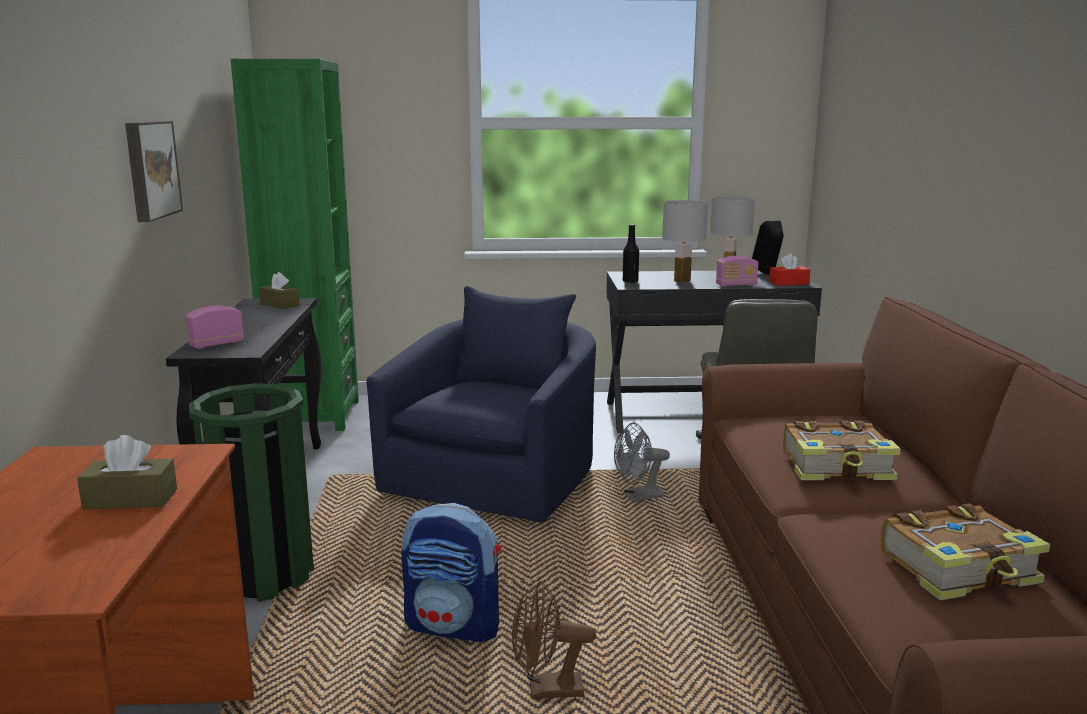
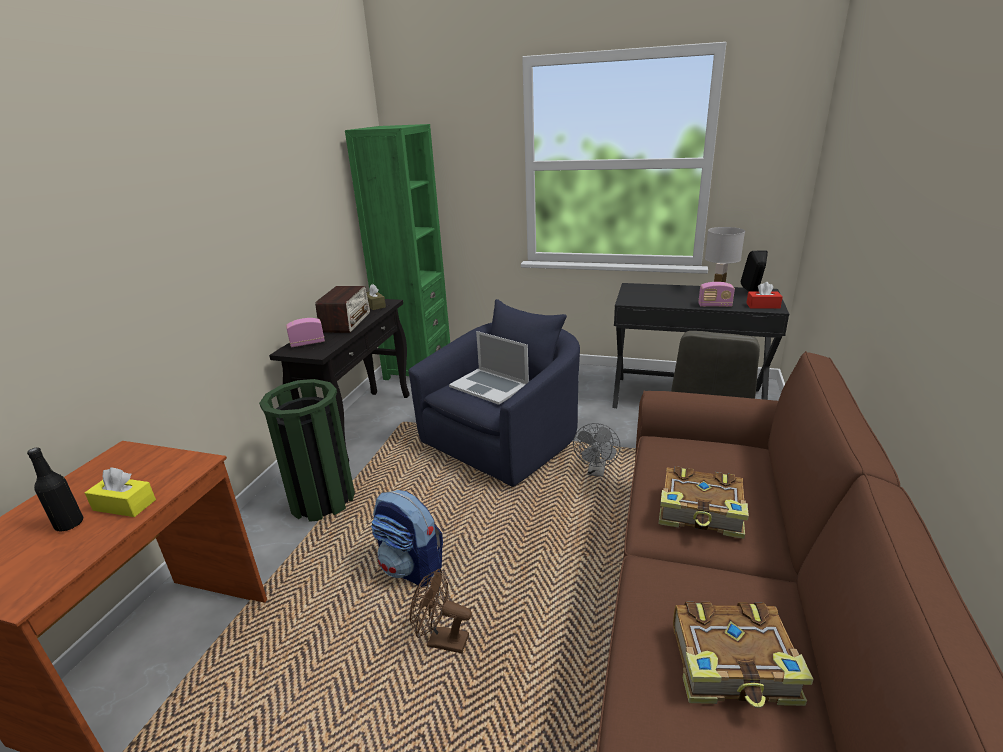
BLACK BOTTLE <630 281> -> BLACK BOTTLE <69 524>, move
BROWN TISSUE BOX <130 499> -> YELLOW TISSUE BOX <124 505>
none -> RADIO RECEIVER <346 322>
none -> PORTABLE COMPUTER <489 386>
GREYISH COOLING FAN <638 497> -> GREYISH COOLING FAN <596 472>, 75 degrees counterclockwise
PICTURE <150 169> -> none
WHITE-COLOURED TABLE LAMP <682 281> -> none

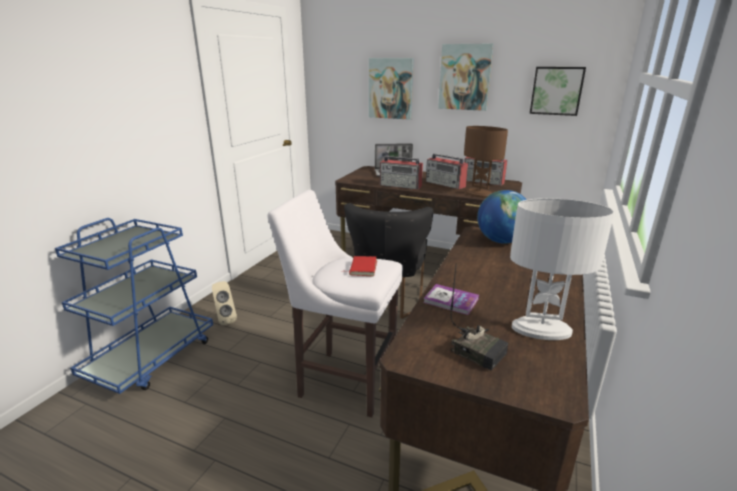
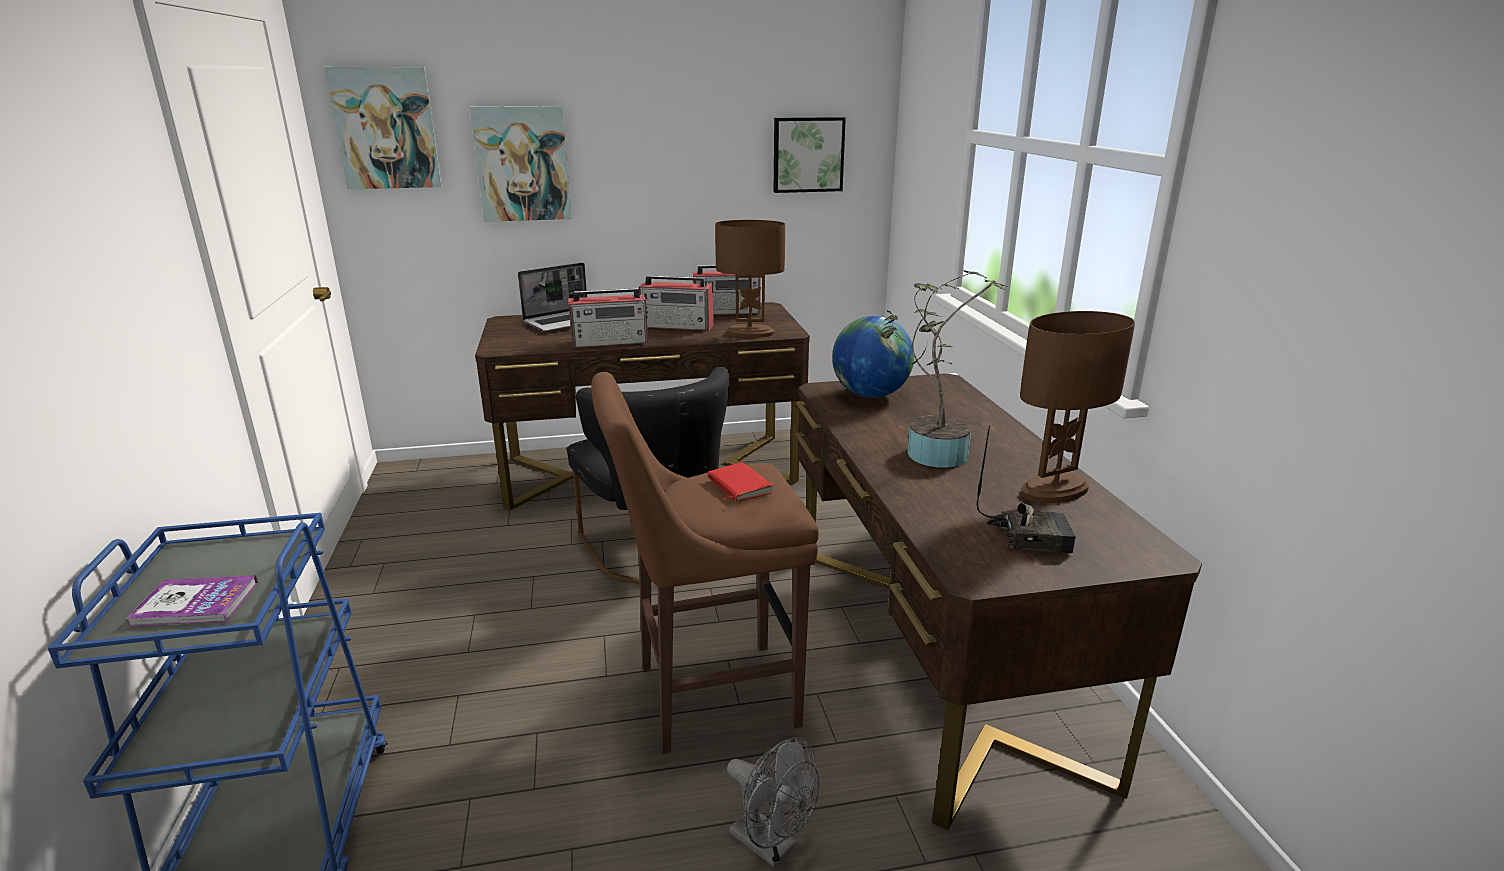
BOOK <451 300> -> BOOK <195 603>, move
PICTURE <465 77> -> PICTURE <386 128>, move
WHITE-COLOURED SITTING STOOL <343 380> -> BROWN SITTING STOOL <708 696>
none -> GREYISH COOLING FAN <771 845>
none -> POTTED PLANT <929 453>
WHITE-COLOURED TABLE LAMP <541 329> -> BROWN TABLE LAMP <1054 490>
BEIGE SPEAKER <225 320> -> none

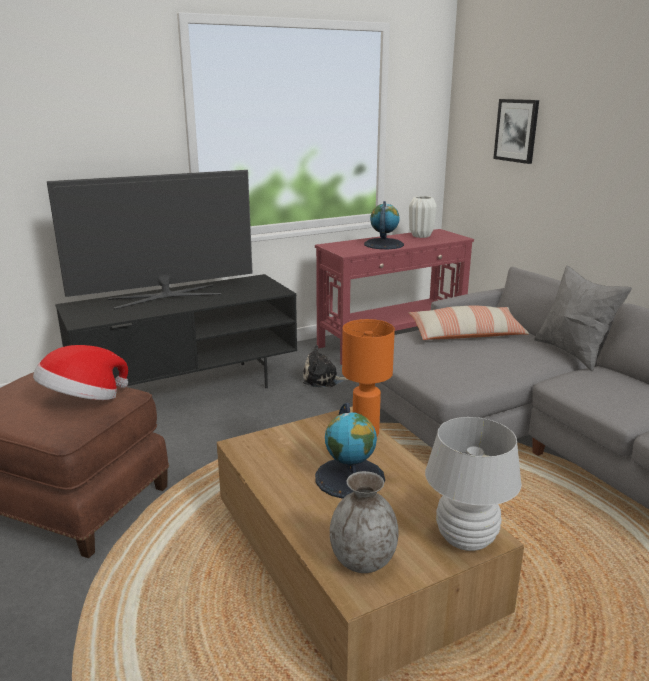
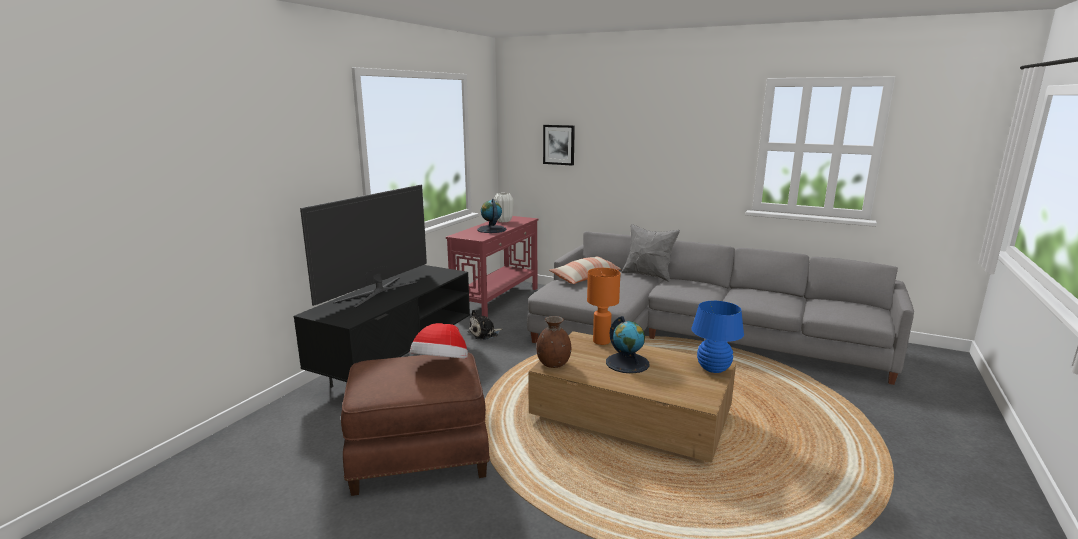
none -> BROWN FLOWER VASE <553 364>
WHITE-COLOURED TABLE LAMP <465 539> -> BLUE TABLE LAMP <713 369>
GREYISH FLOWER VASE <363 561> -> none

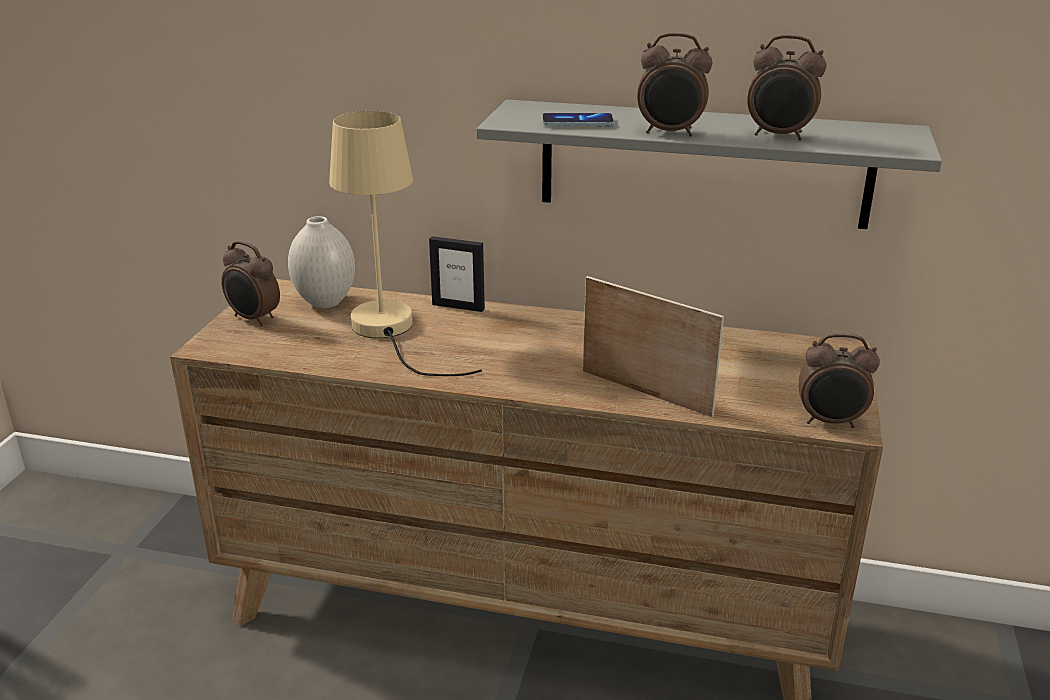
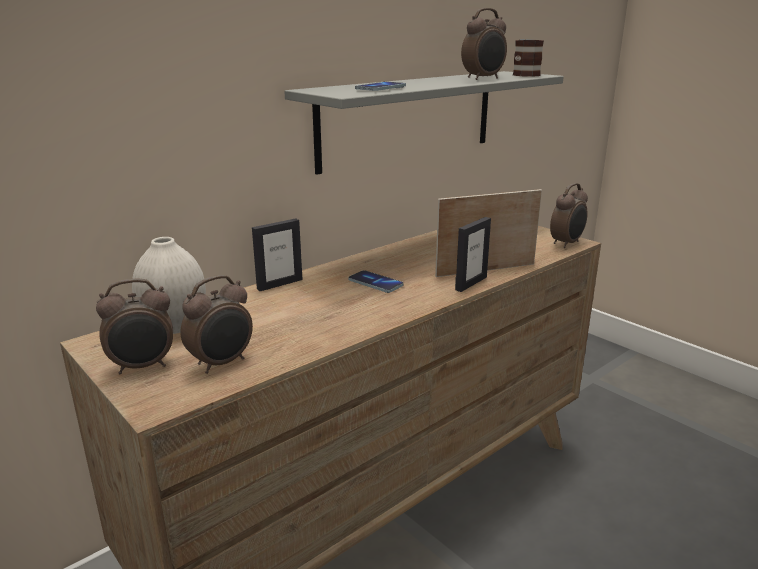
BEDSIDE CLOCK <670 133> -> BEDSIDE CLOCK <222 363>, move
none -> TELEPHONE <375 283>
none -> PICTURE FRAME <471 283>
none -> COFFEE MUG <524 74>
BEIGE TABLE LAMP <390 332> -> none

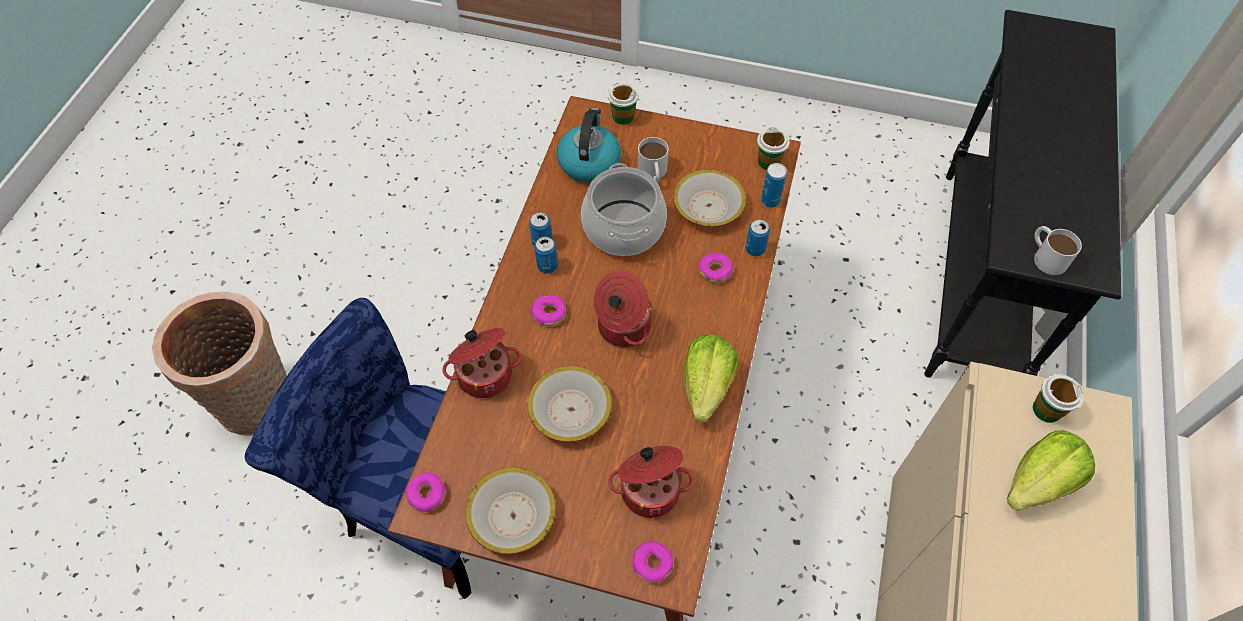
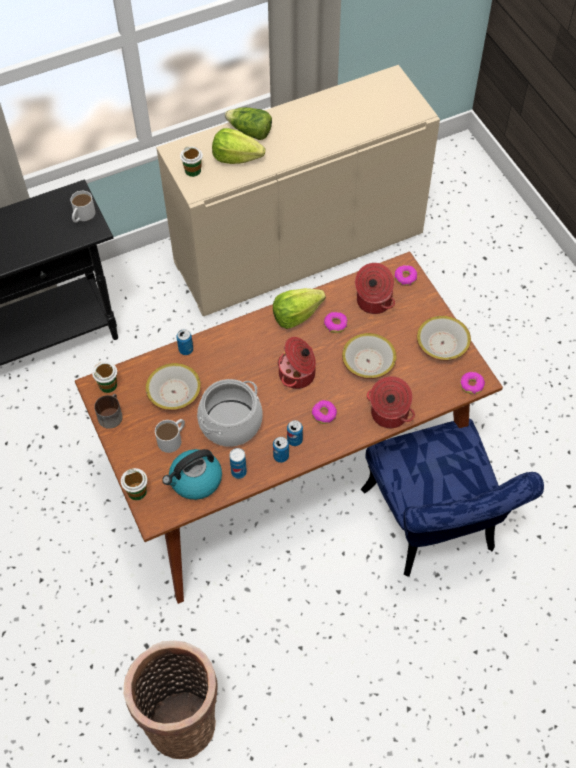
none -> COFFEE MUG <110 414>
BASKET <260 404> -> BASKET <181 719>, move
none -> HEAD OF LETTUCE <250 132>
SEALED CAN <770 201> -> SEALED CAN <239 472>, move
DOUGHNUT <715 271> -> DOUGHNUT <335 324>, move

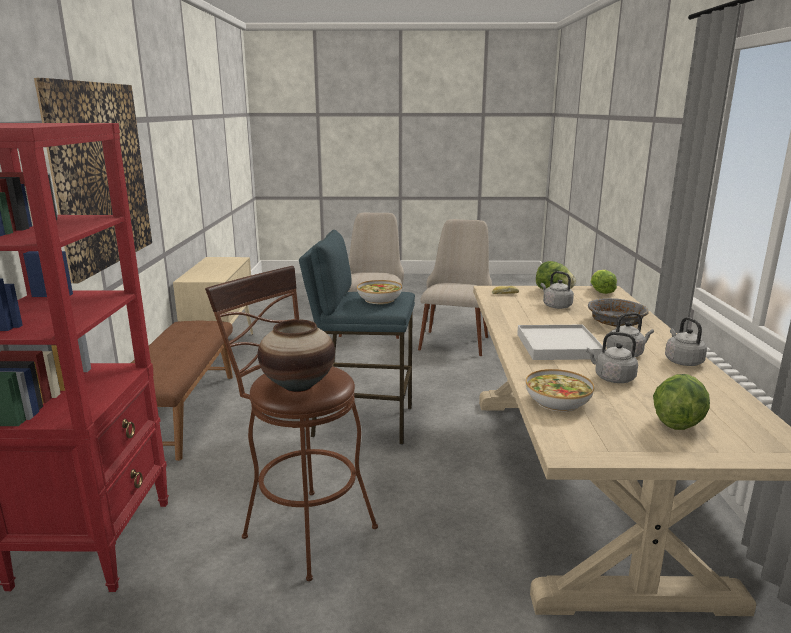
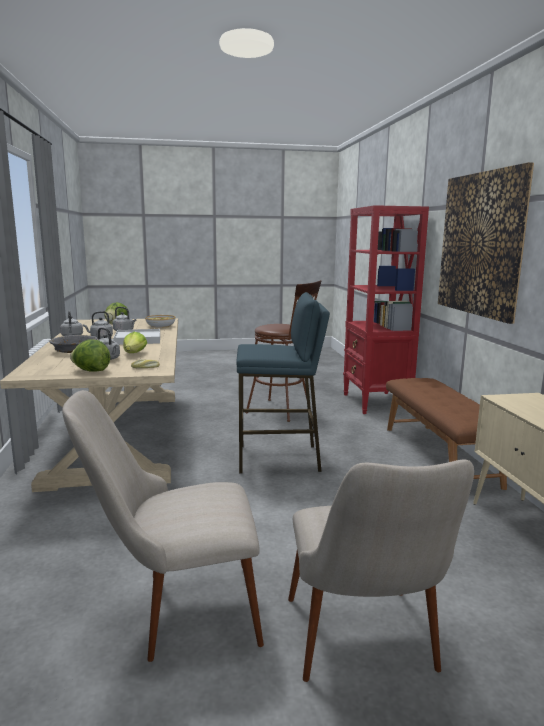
BEIGE UPRIGHT CHAIR <456 338> -> BEIGE UPRIGHT CHAIR <176 610>, 75 degrees clockwise
HEAD OF LETTUCE <601 290> -> HEAD OF LETTUCE <134 354>, move
FLOWER VASE <298 386> -> none
SERVING BOWL <380 299> -> none

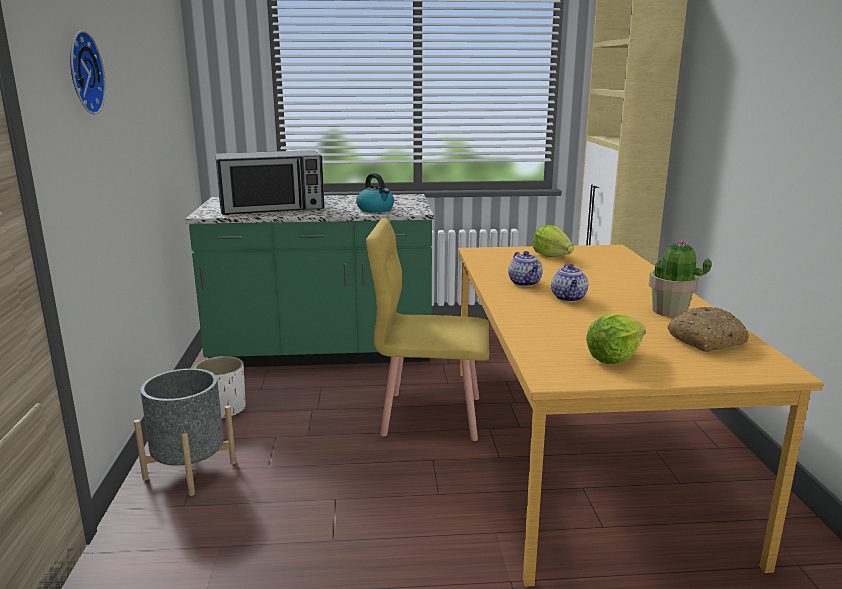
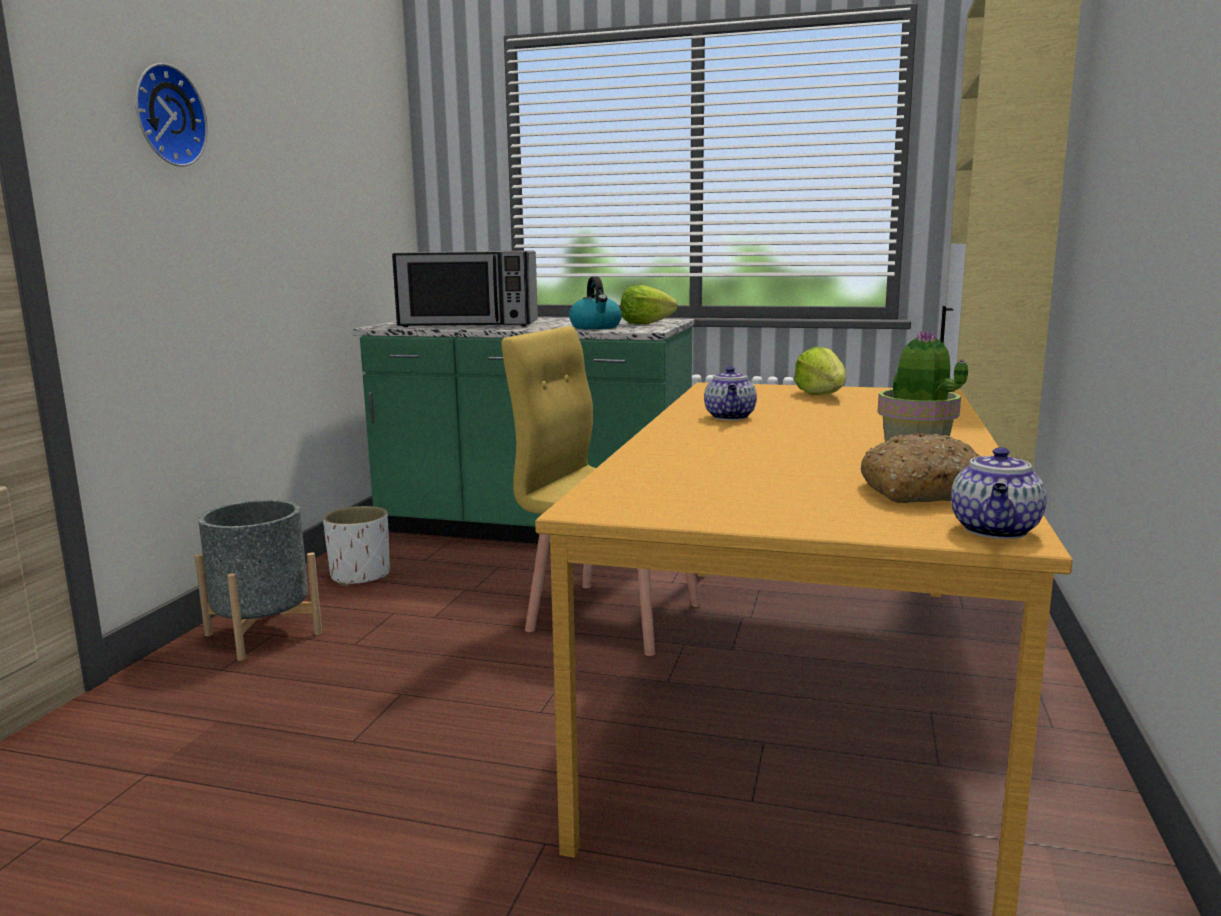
HEAD OF LETTUCE <614 358> -> HEAD OF LETTUCE <645 323>, move
POT FOR TEA <569 298> -> POT FOR TEA <996 531>, move

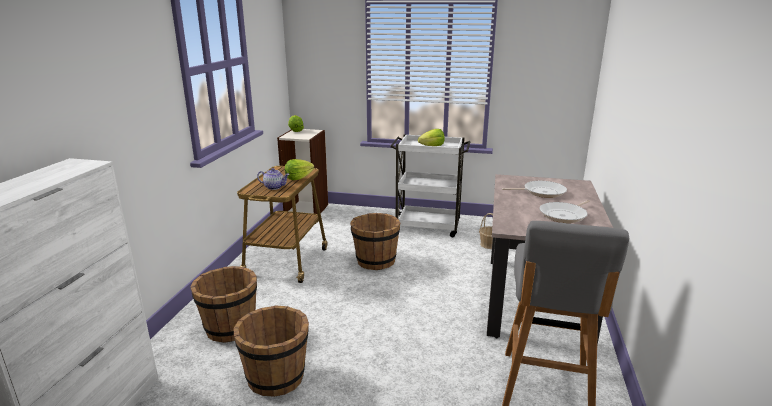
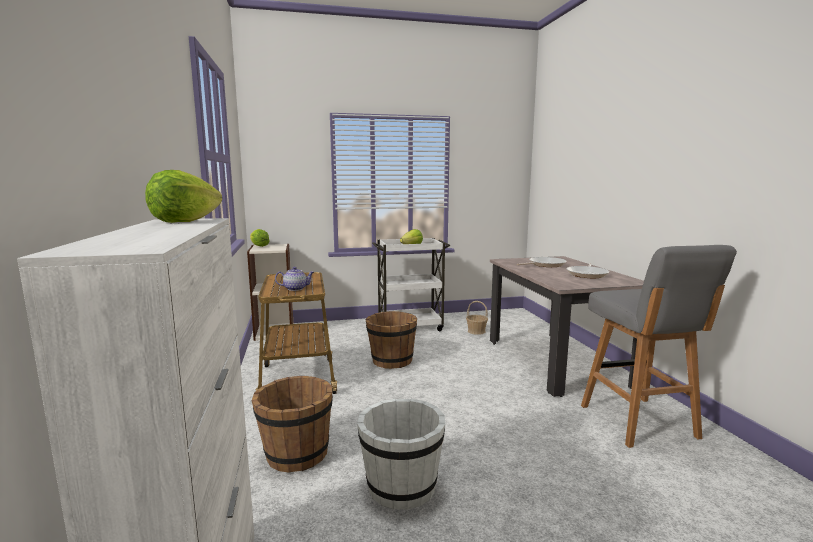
HEAD OF LETTUCE <298 178> -> HEAD OF LETTUCE <185 221>, move
BROWN BUCKET <276 377> -> WHITE-COLOURED BUCKET <401 486>

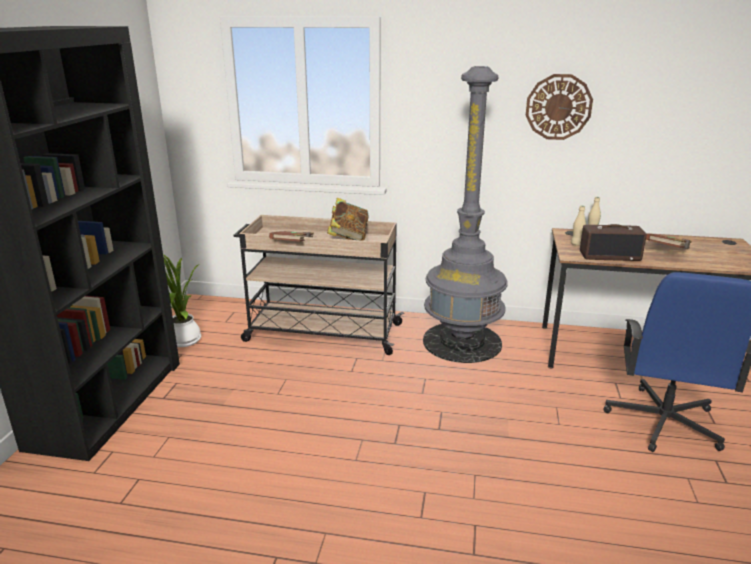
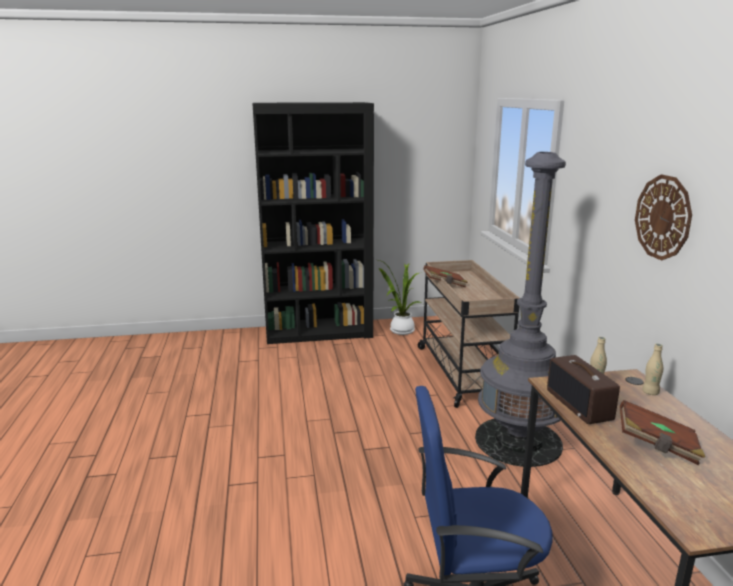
BOOK <348 237> -> none

